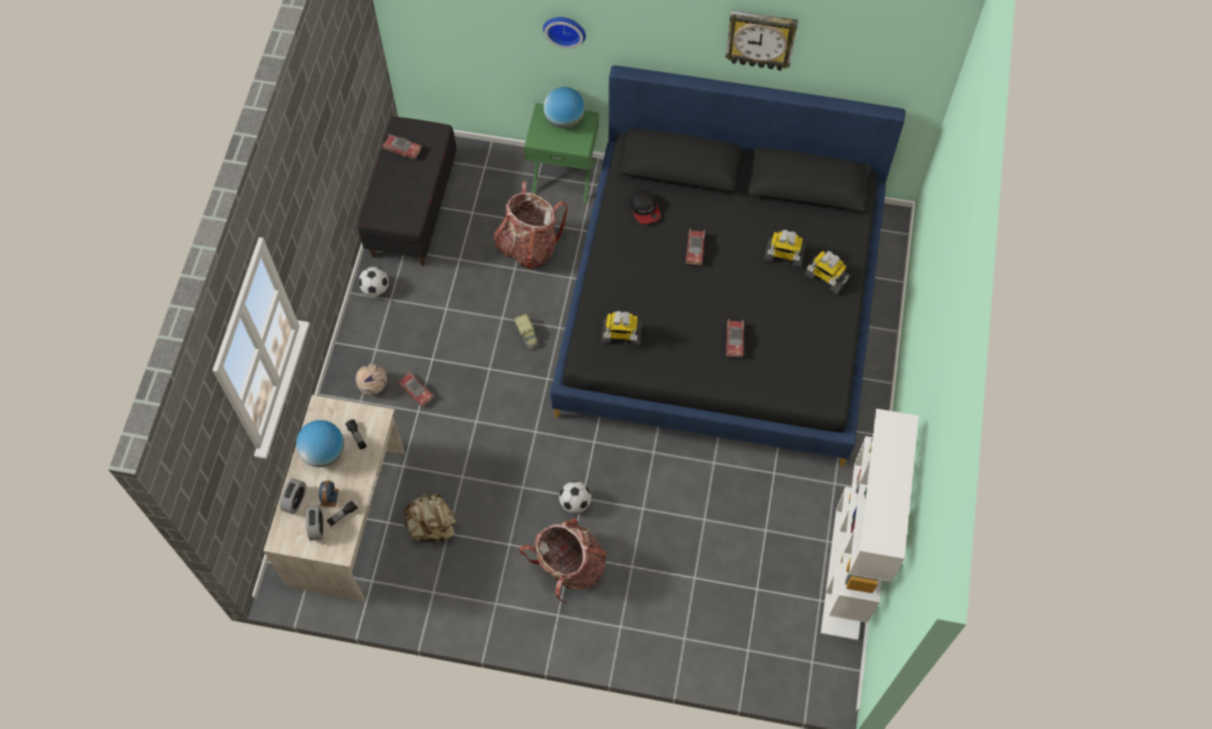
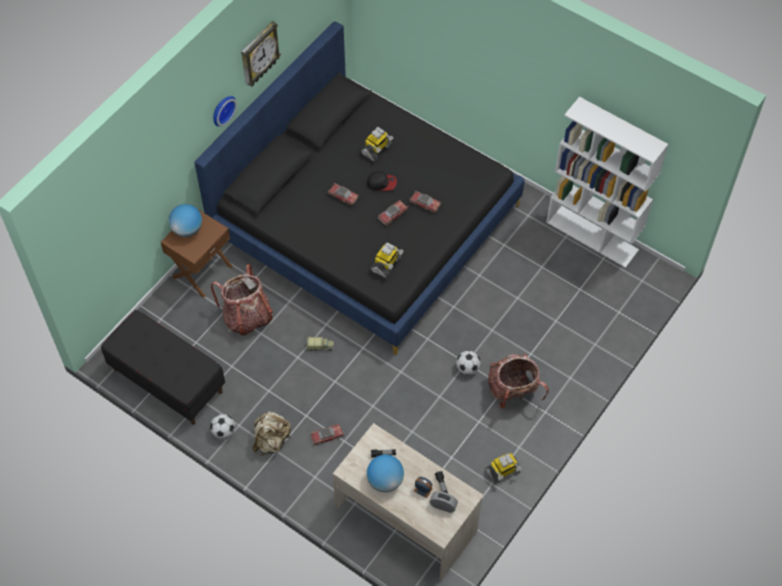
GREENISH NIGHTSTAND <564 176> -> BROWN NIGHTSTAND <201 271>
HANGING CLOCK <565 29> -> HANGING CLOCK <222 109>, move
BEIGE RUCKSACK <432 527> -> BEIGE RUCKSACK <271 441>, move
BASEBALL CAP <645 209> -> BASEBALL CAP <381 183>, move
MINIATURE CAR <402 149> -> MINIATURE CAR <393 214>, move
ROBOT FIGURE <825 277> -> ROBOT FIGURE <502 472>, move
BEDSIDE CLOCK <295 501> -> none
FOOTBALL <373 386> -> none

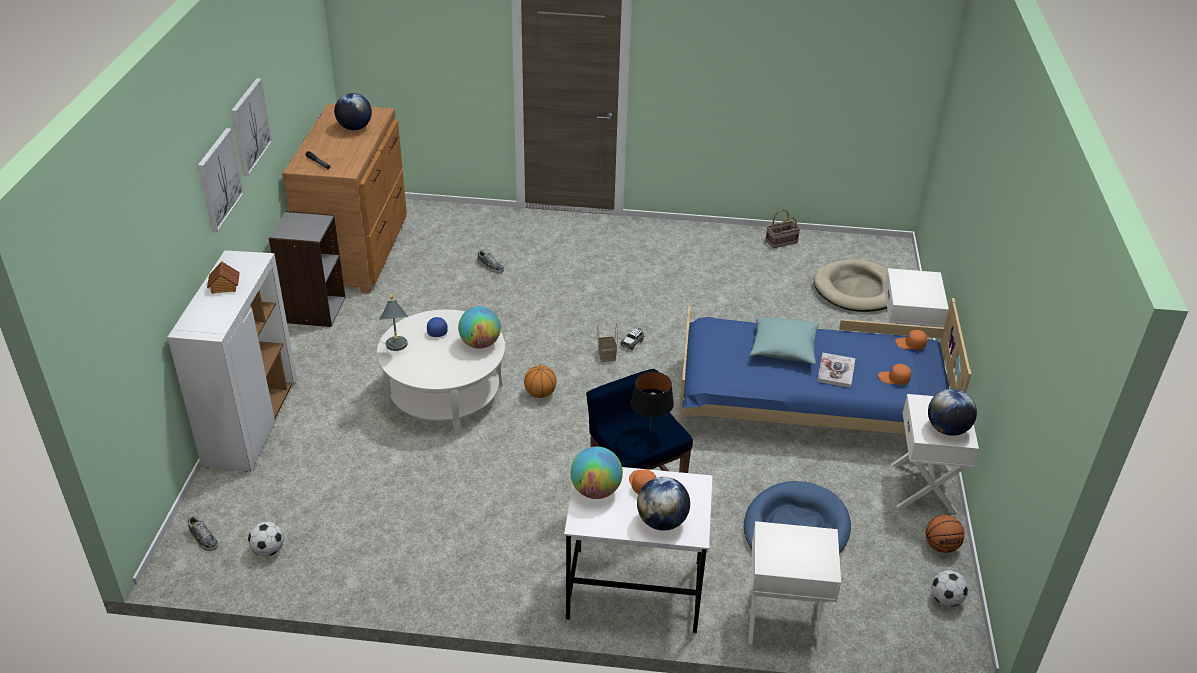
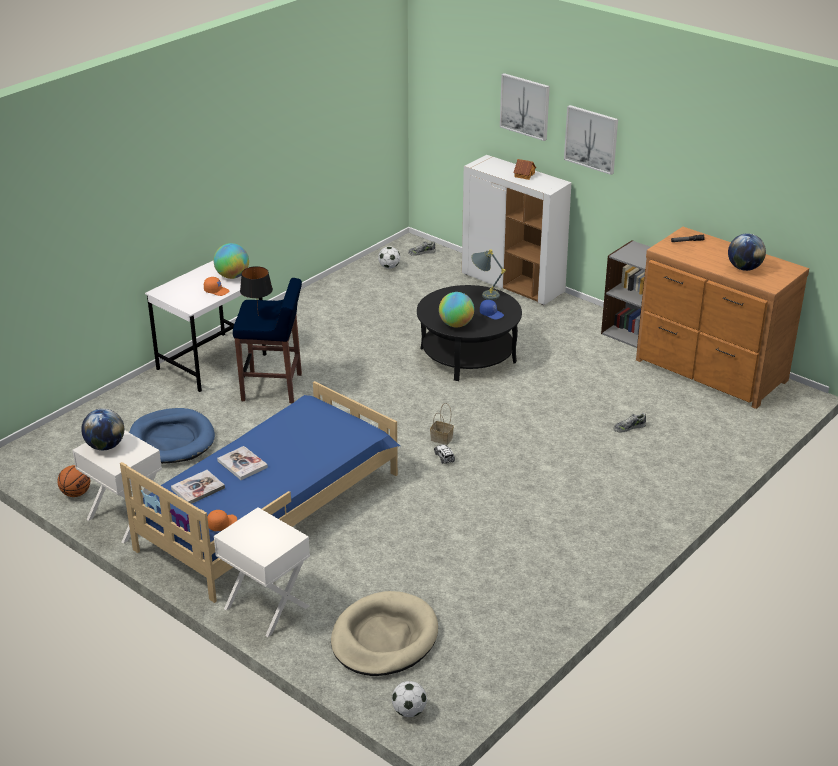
ORANGEY BASEBALL CAP <894 379> -> BOOK <198 488>
FOOTBALL <945 600> -> FOOTBALL <409 711>, move
WHITE-COLOURED LOUNGE TABLE <445 395> -> BLACK LOUNGE TABLE <468 355>
PICTURE <250 126> -> PICTURE <525 106>, move
BASKETBALL <540 393> -> none
GLOBE <662 521> -> none
WHITE-COLOURED NIGHTSTAND <783 621> -> none
BLUE-GREEN CUSHION <783 349> -> none
BASKET <781 242> -> none

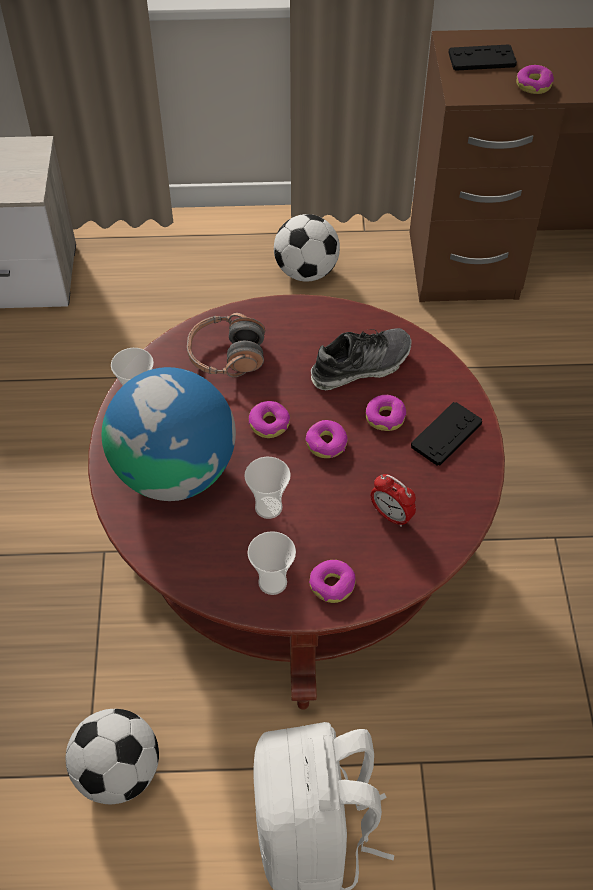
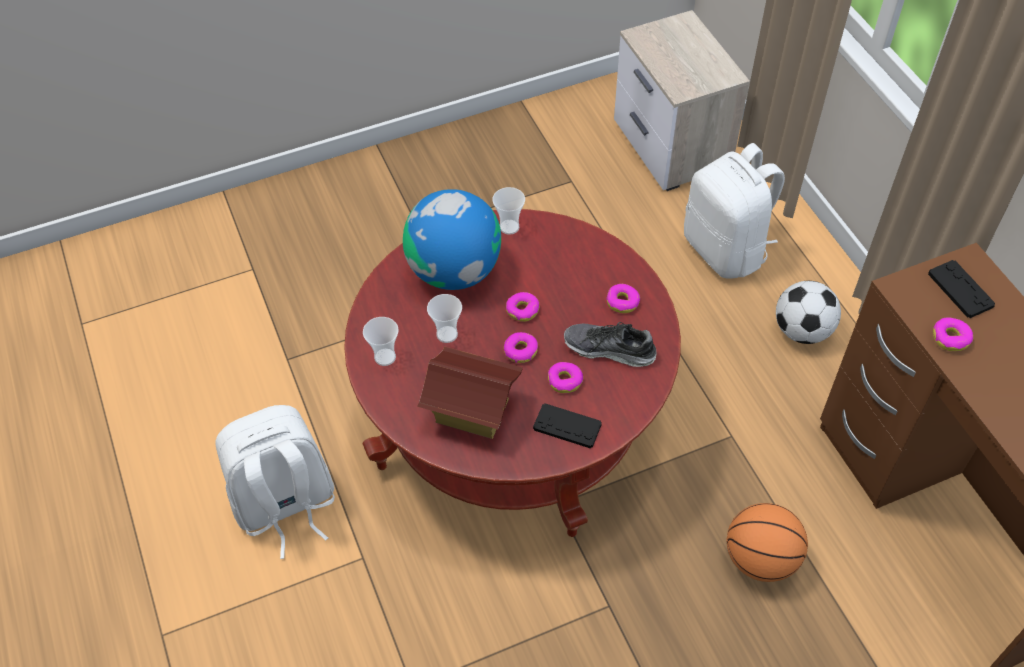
BEDSIDE CLOCK <391 515> -> MINIATURE HOUSE <472 411>
LOW SHOE <361 366> -> LOW SHOE <609 350>, 150 degrees clockwise
DOUGHNUT <332 585> -> DOUGHNUT <622 302>, move
none -> WHITE-COLOURED RUCKSACK <726 250>
none -> BASKETBALL <760 559>
FOOTBALL <118 771> -> none
PAIR OF HEADPHONES <226 355> -> none

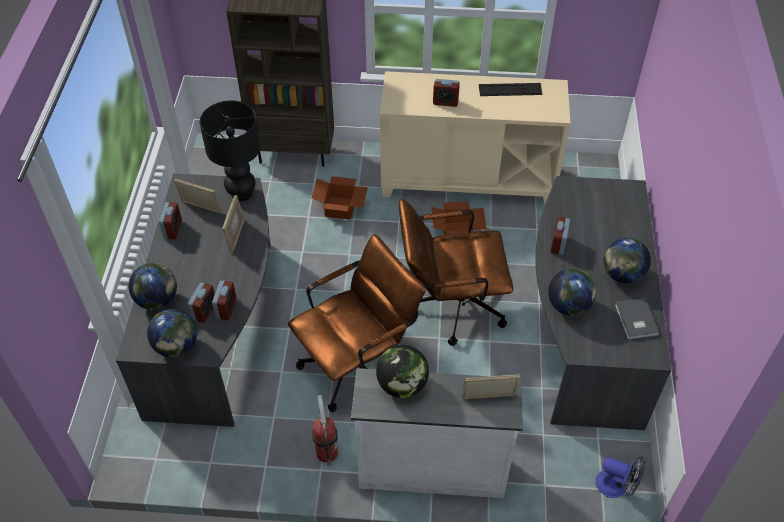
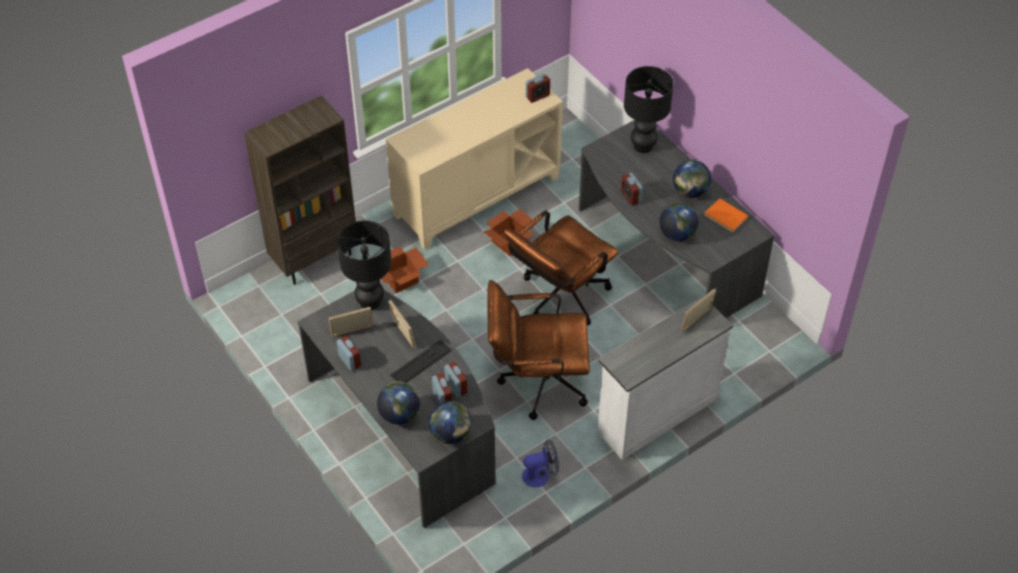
KEYBOARD <510 90> -> KEYBOARD <421 363>, move
BROWN COMPUTER CHAIR <358 364> -> BROWN COMPUTER CHAIR <536 382>, 105 degrees counterclockwise
COOLING FAN <617 486> -> COOLING FAN <540 475>, move
BEDSIDE CLOCK <445 102> -> BEDSIDE CLOCK <537 96>, move
none -> BLACK TABLE LAMP <643 146>
GREYISH BOOK <635 320> -> ORANGEY BOOK <725 217>
EXTINGUISHER <327 452> -> none
GLOBE <402 385> -> none

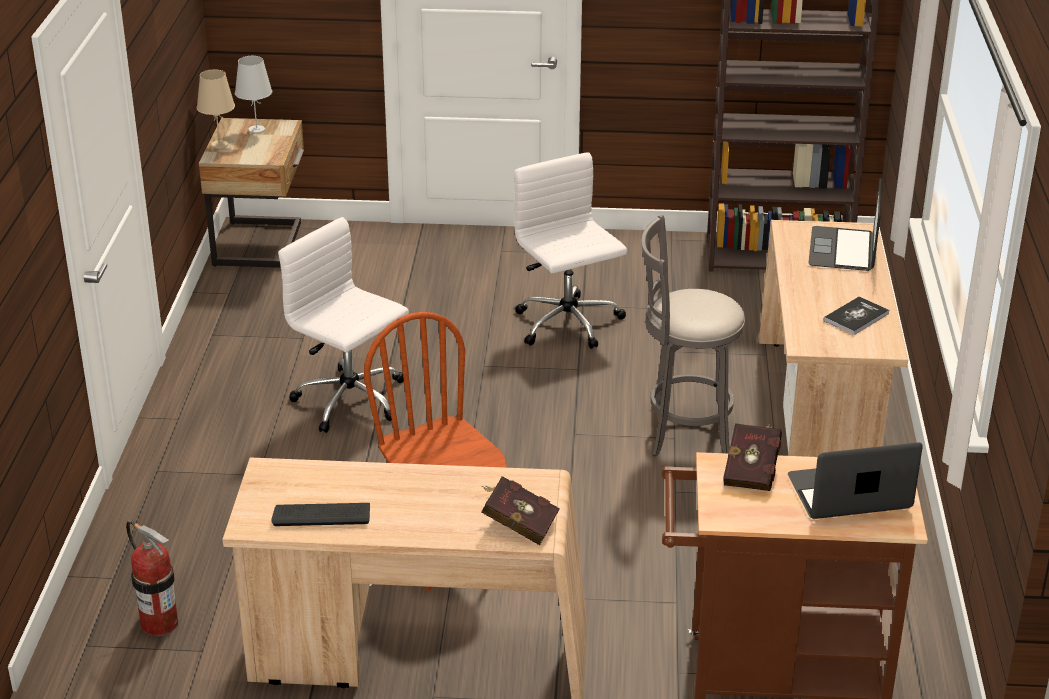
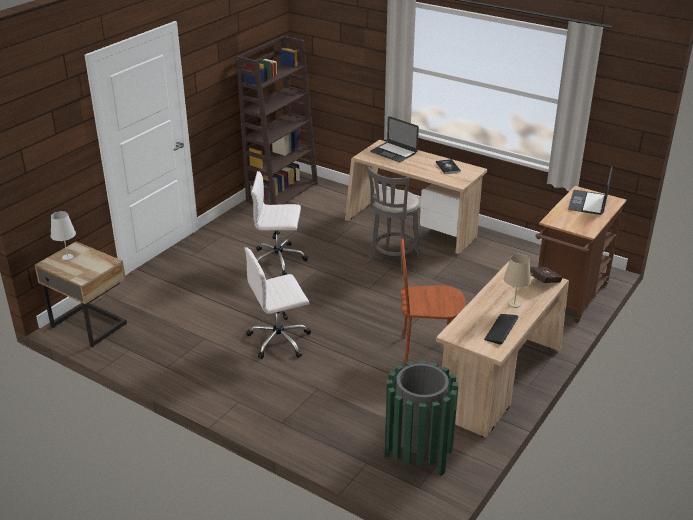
EXTINGUISHER <159 623> -> GREENISH RUBBISH BIN <418 456>
BEIGE TABLE LAMP <219 144> -> BEIGE TABLE LAMP <514 304>, move
REDDISH BOOK <752 471> -> none

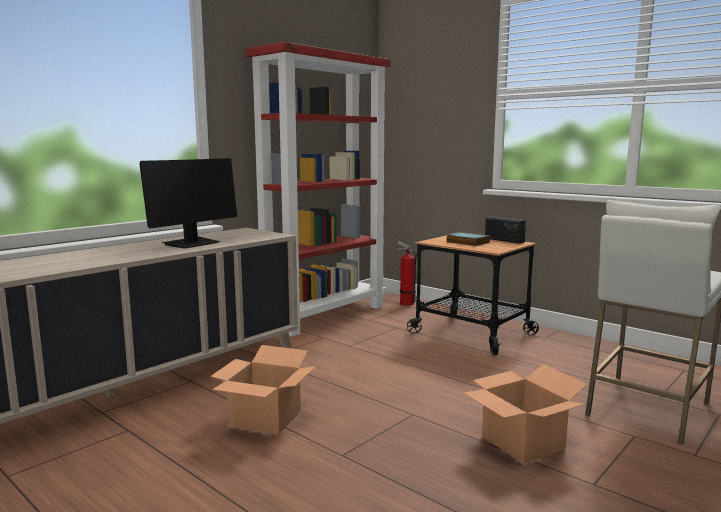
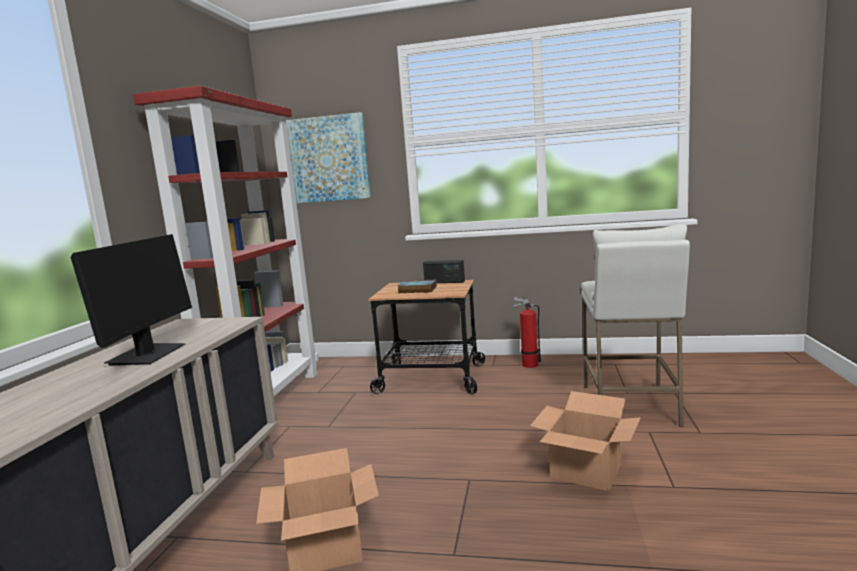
none -> PICTURE <328 159>
EXTINGUISHER <405 303> -> EXTINGUISHER <527 365>, move

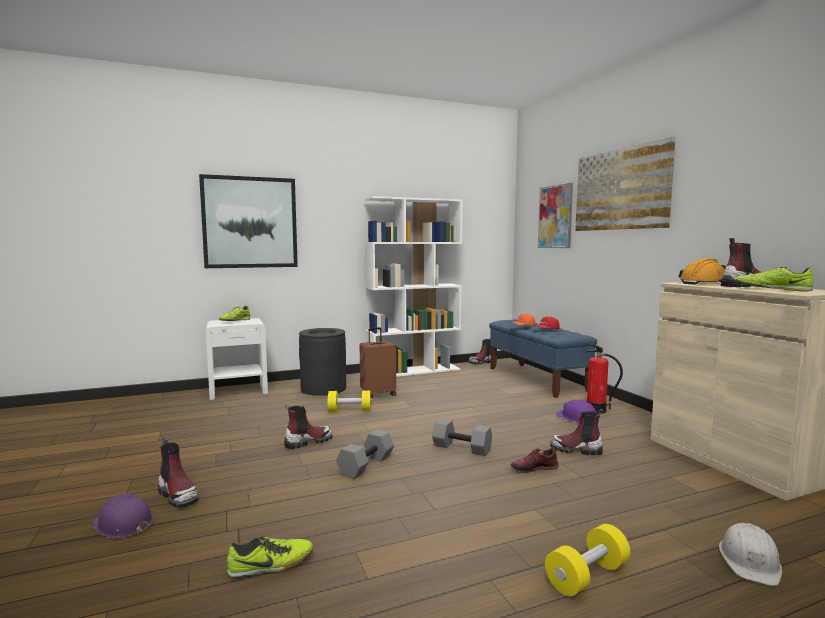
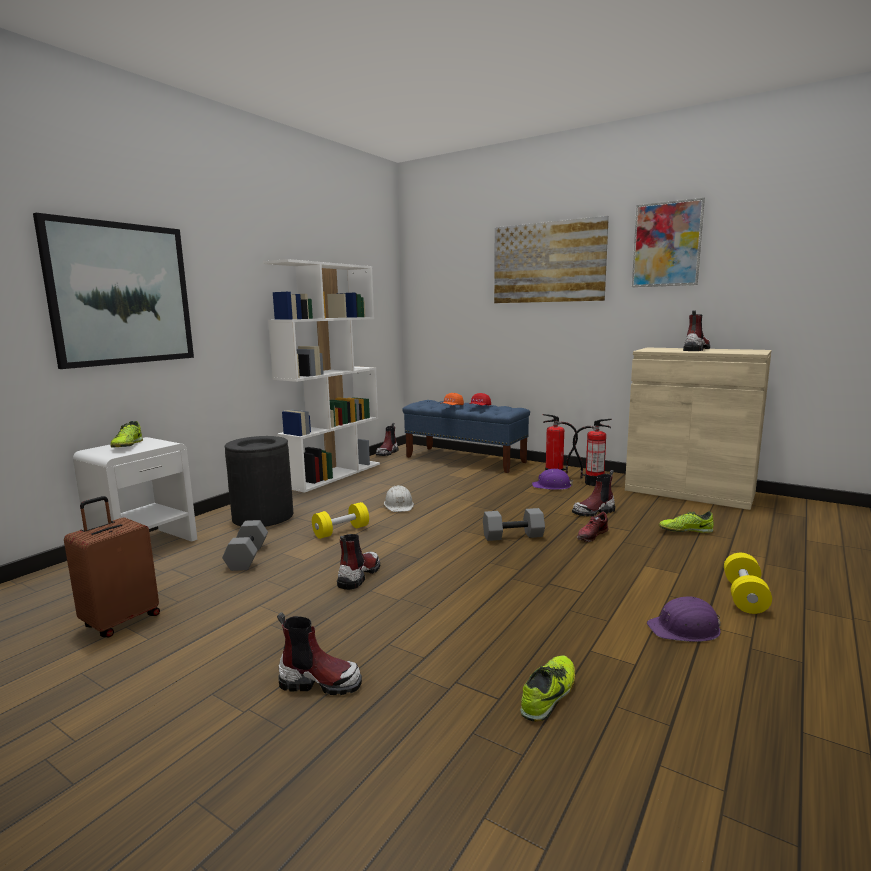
BROWN PIECE OF LUGGAGE <378 394> -> BROWN PIECE OF LUGGAGE <121 621>, move
GREYISH FREE WEIGHT <365 465> -> GREYISH FREE WEIGHT <246 556>, move
WHITE-COLOURED HARD HAT <750 561> -> WHITE-COLOURED HARD HAT <399 505>, move
none -> EXTINGUISHER <594 483>
PICTURE <555 217> -> PICTURE <667 244>, move
PURPLISH HARD HAT <123 524> -> PURPLISH HARD HAT <685 629>, move
LOW SHOE <772 289> -> LOW SHOE <685 531>, move
ORANGEY HARD HAT <705 283> -> none

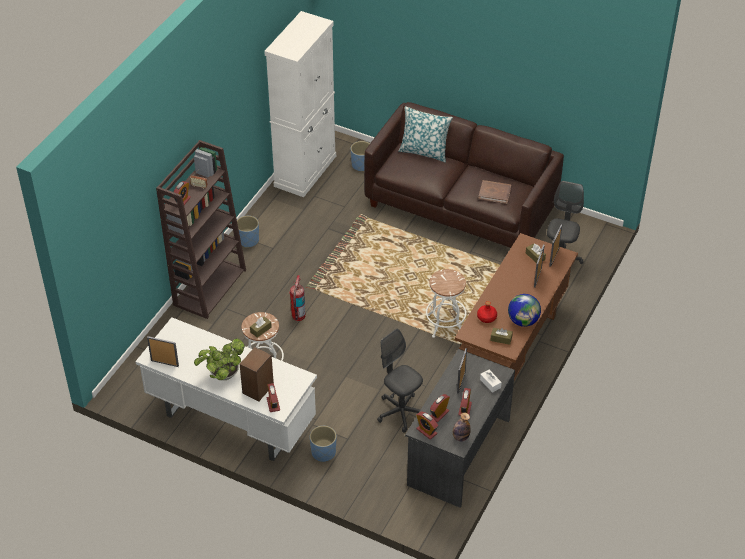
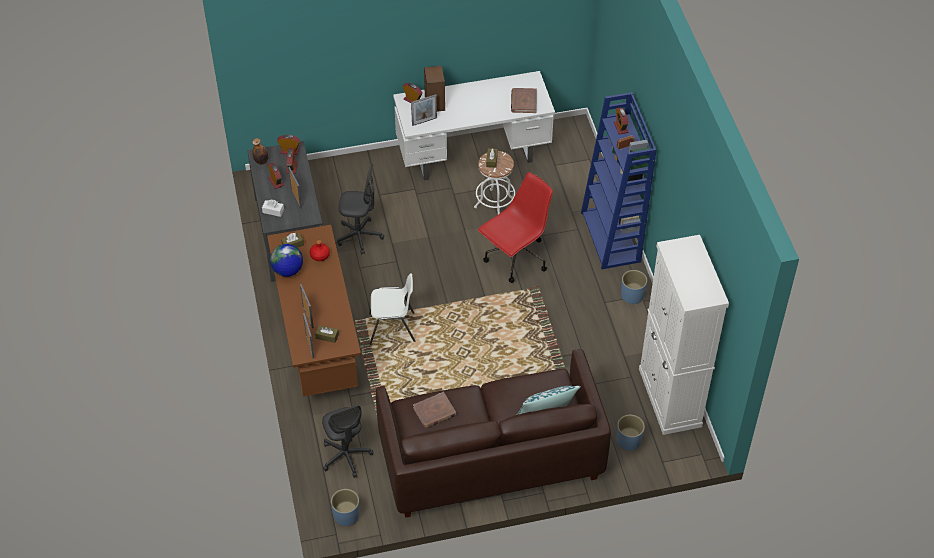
BLUE PLANTER <323 452> -> BLUE PLANTER <346 515>, move
WHITE-COLOURED SITTING STOOL <445 324> -> WHITE-COLOURED UPRIGHT CHAIR <392 328>
PICTURE FRAME <165 363> -> PICTURE FRAME <424 121>, move
EXTINGUISHER <298 316> -> REDDISH COMPUTER CHAIR <516 259>
none -> BROWN BOOK <523 102>
BROWN SHELVING UNIT <209 286> -> BLUE SHELVING UNIT <611 237>
POTTED PLANT <222 375> -> none

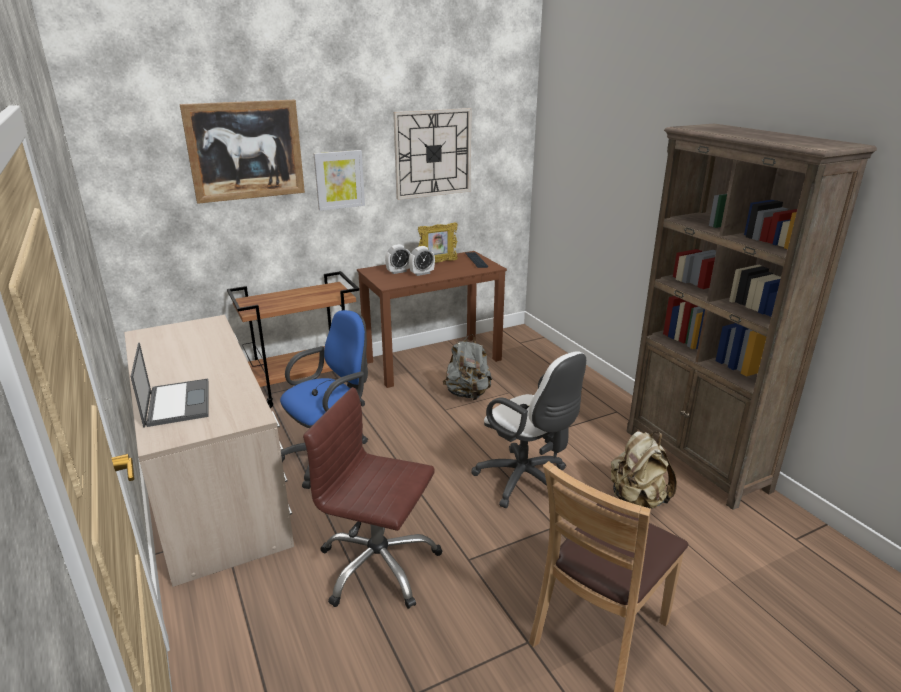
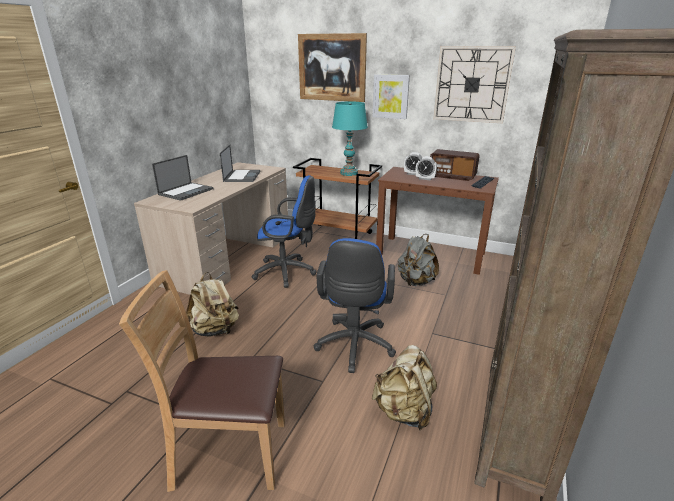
BROWN COMPUTER CHAIR <378 566> -> BEIGE RUCKSACK <215 330>
none -> PORTABLE COMPUTER <242 176>
WHITE-COLOURED COMPUTER CHAIR <526 482> -> BLUE COMPUTER CHAIR <354 347>
none -> BLUE-GREEN TABLE LAMP <349 173>
PICTURE FRAME <438 262> -> RADIO RECEIVER <452 176>

